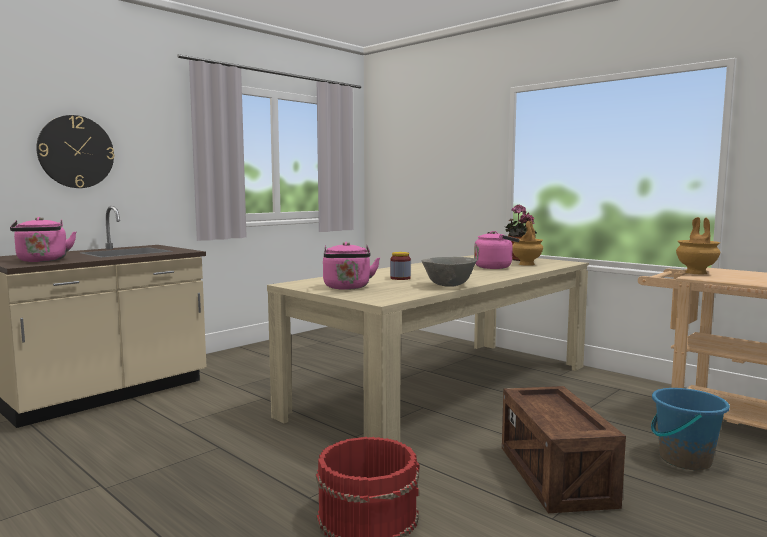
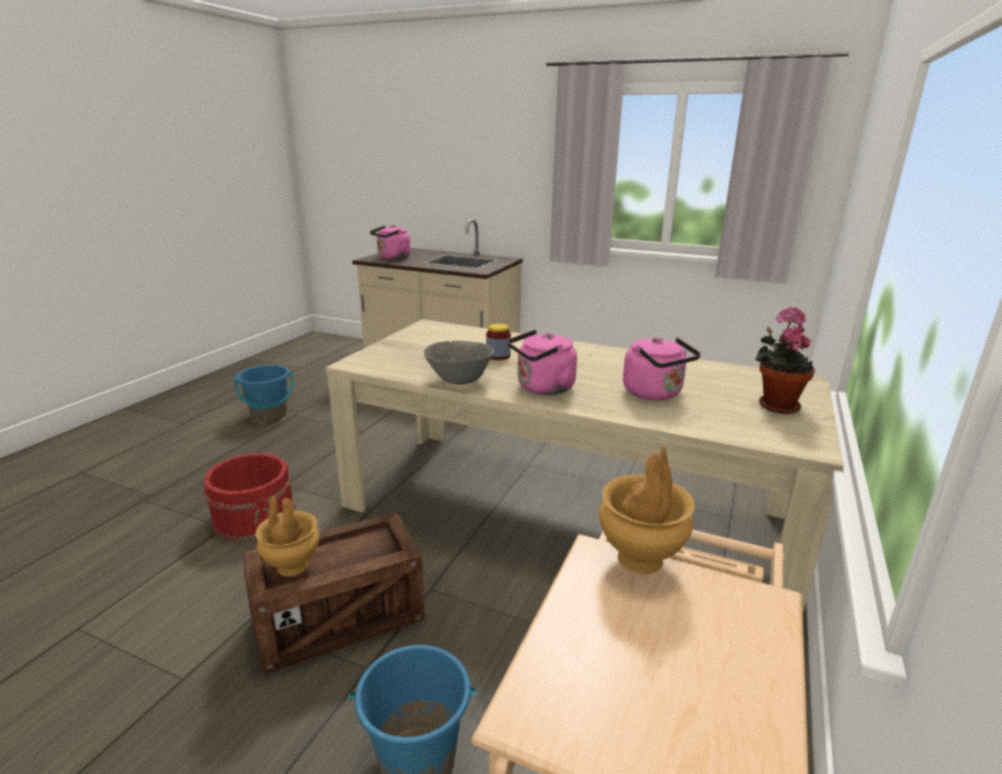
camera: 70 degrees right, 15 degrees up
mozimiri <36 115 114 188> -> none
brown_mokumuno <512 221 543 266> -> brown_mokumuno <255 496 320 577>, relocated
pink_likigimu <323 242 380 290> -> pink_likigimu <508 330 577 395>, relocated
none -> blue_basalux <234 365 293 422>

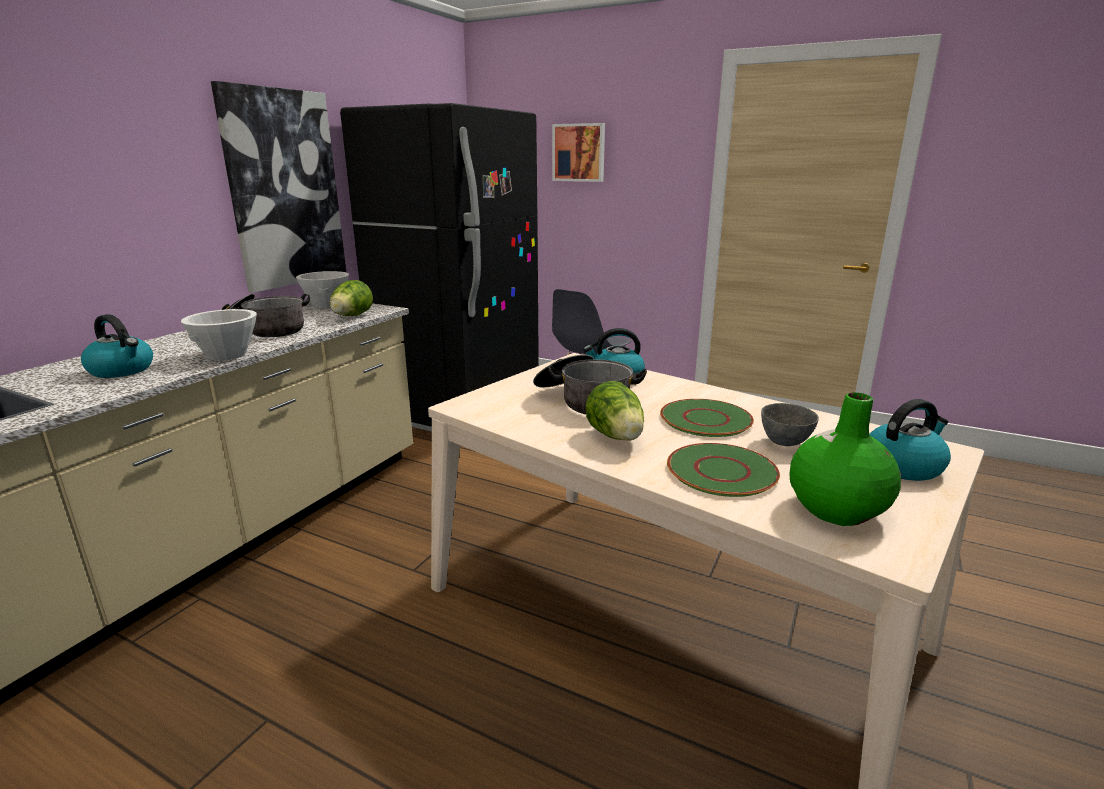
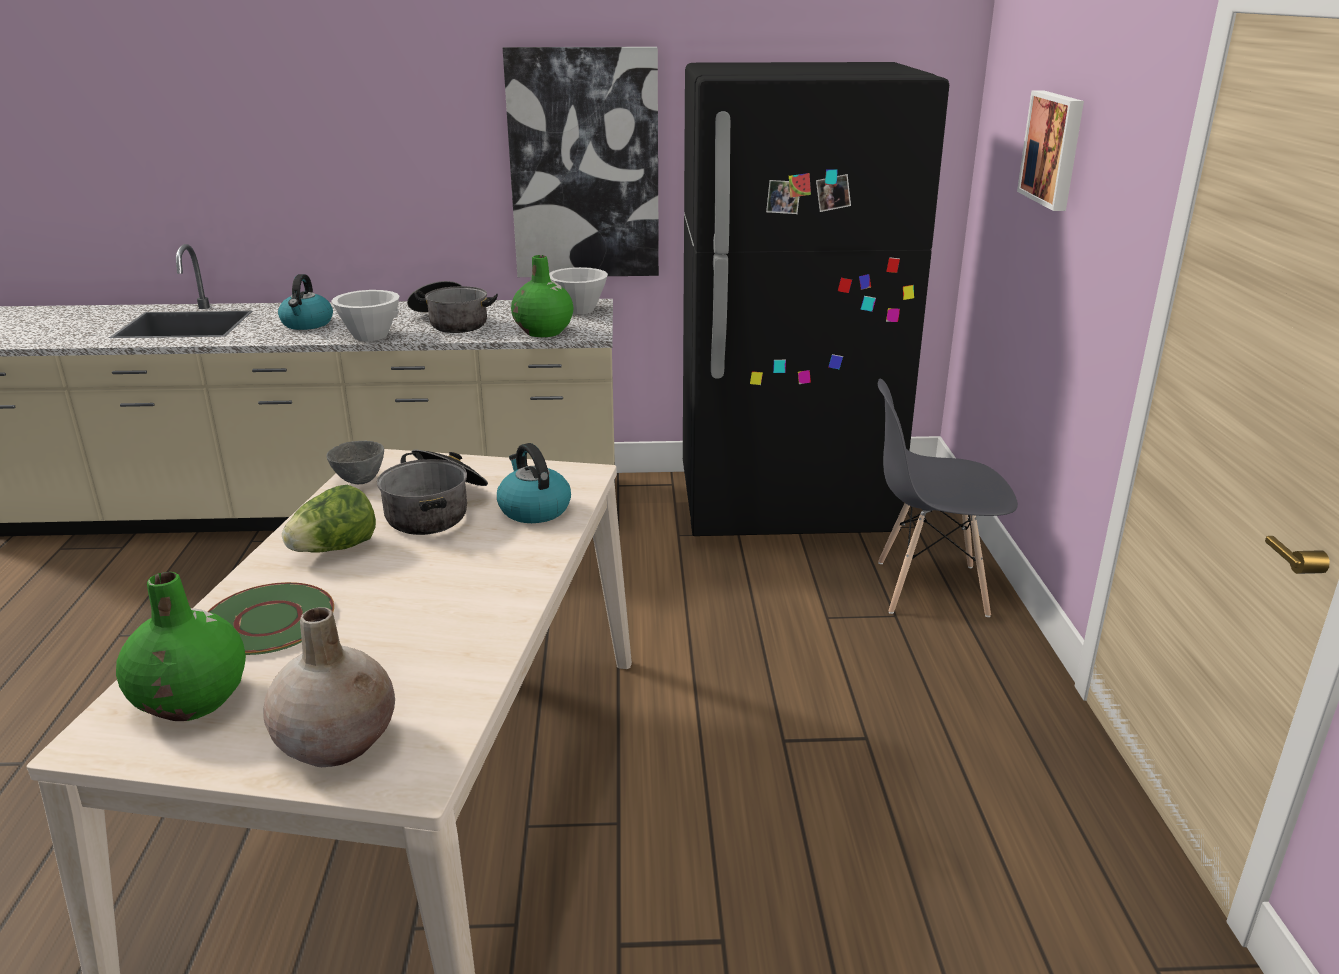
camera: 60 degrees right, 5 degrees up
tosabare <330 280 373 316> -> green_mokumuno <511 255 574 337>
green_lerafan <660 399 754 437> -> none
likigimu <869 399 951 481> -> beige_mokumuno <264 607 395 767>
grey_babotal <761 403 819 446> -> grey_babotal <327 441 384 484>, relocated

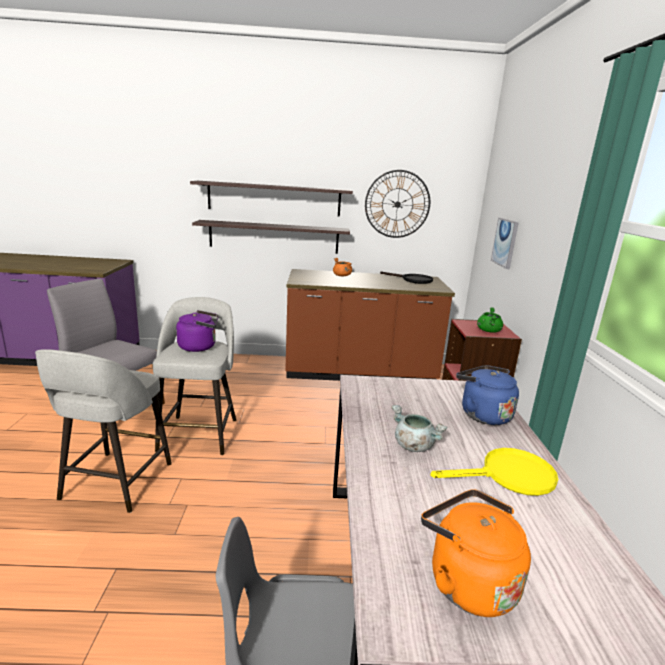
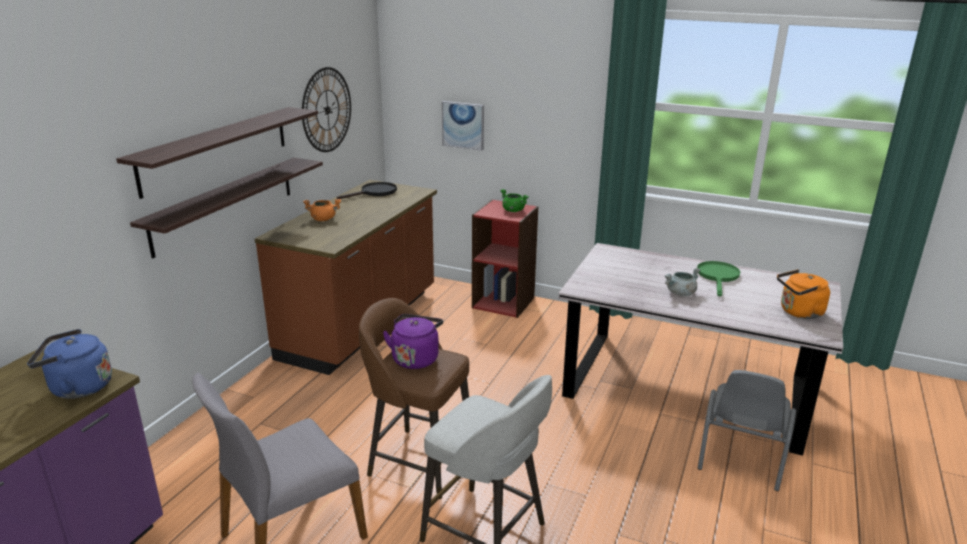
camera: 65 degrees left, 5 degrees up
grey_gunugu <153 297 236 455> -> brown_gunugu <359 298 469 499>
blue_likigimu <456 365 519 425> -> blue_likigimu <27 329 112 399>, relocated
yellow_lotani <430 448 558 496> -> green_lotani <697 261 740 296>

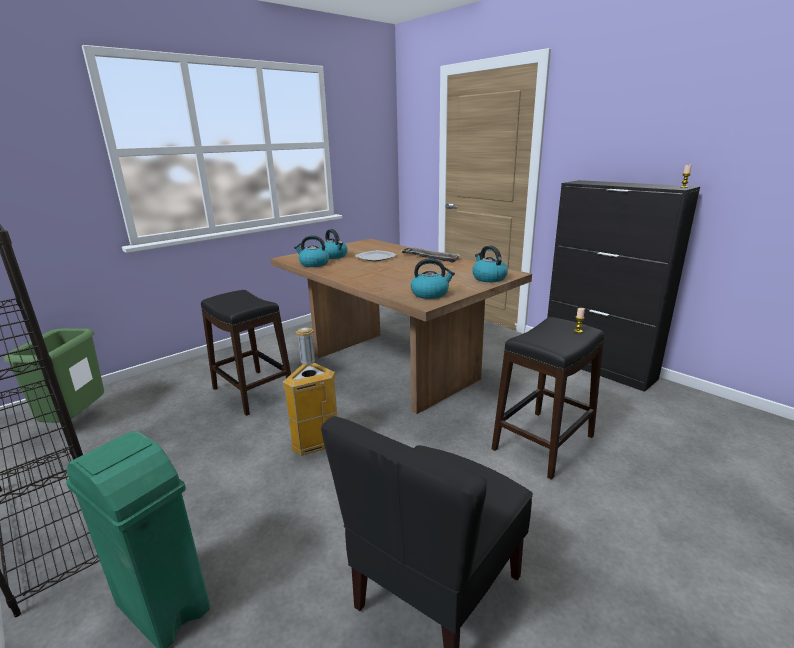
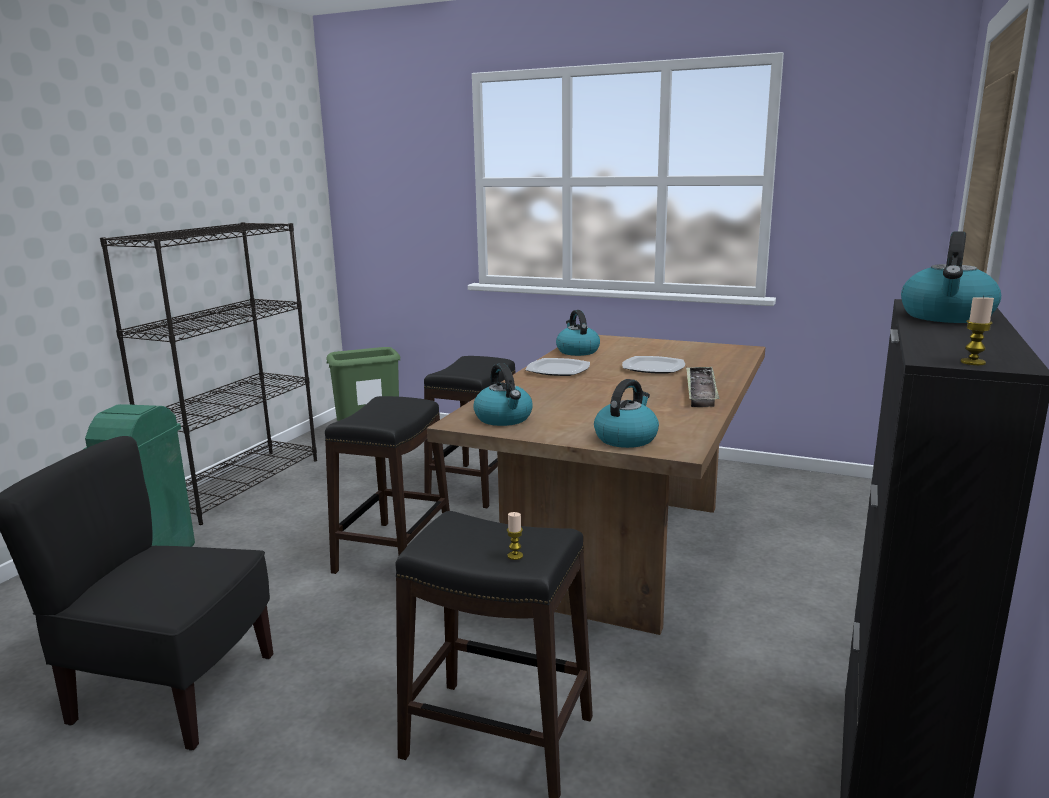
camera: 65 degrees right, 5 degrees down
likigimu <320 229 348 259> -> likigimu <901 231 1001 323>, relocated
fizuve <283 327 337 456> -> black_gunugu <325 396 450 574>
none -> lerafan <526 358 590 376>

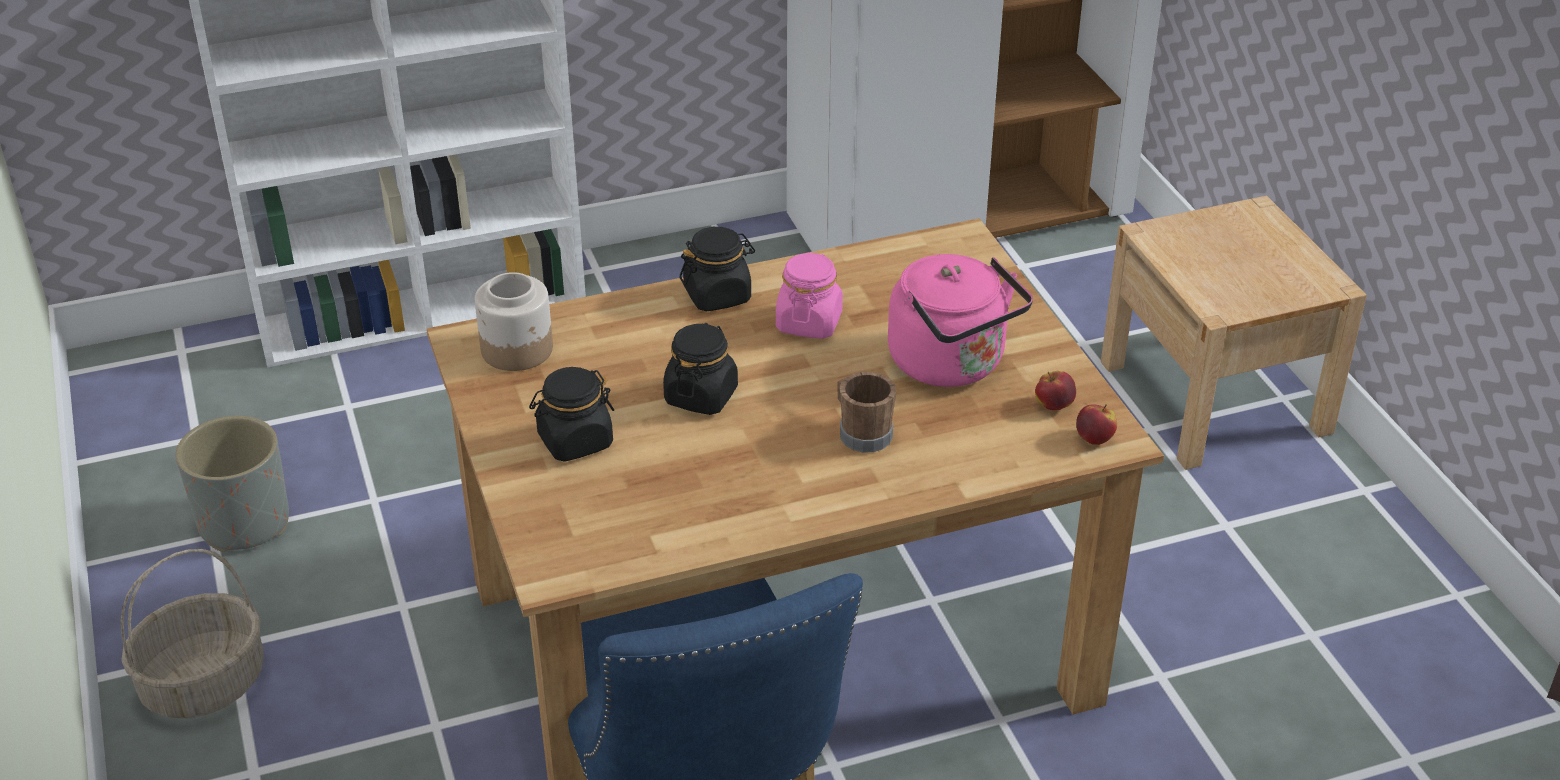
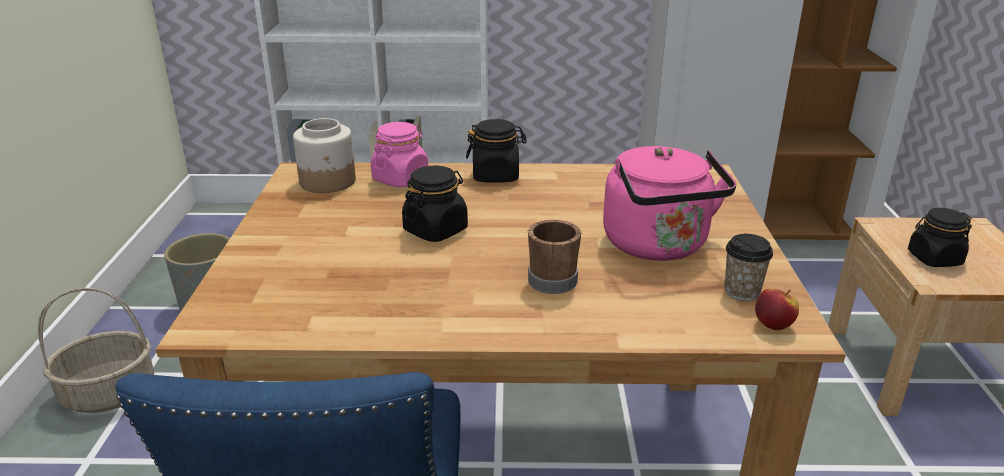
camera: 20 degrees right, 10 degrees down
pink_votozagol <776 252 843 339> -> pink_votozagol <371 122 428 187>, relocated
black_votozagol <529 367 614 462> -> black_votozagol <908 208 972 267>, relocated
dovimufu <1035 371 1076 410> -> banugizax <724 234 773 301>

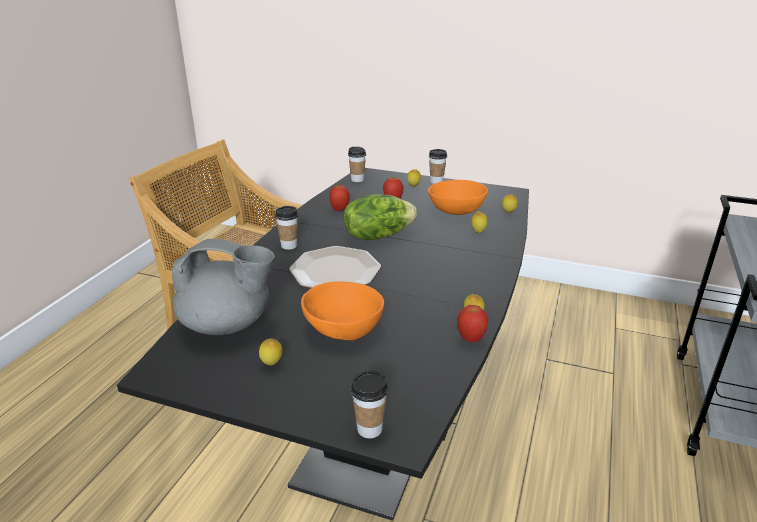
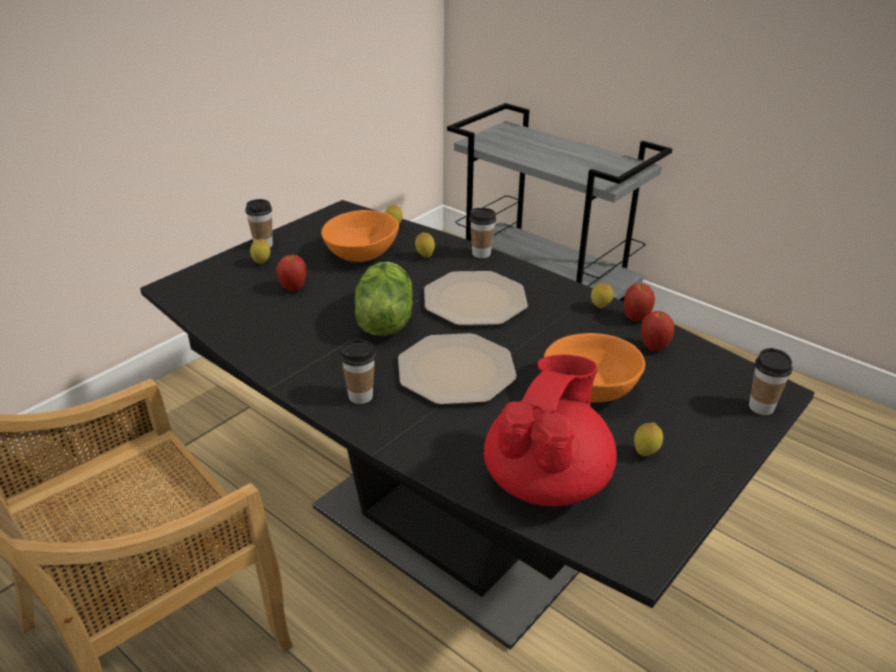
camera: 70 degrees left, 5 degrees up
banugizax <348 146 366 182> -> banugizax <469 208 496 258>, relocated
dovimufu <329 184 349 211> -> dovimufu <641 311 675 351>, relocated
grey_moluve <172 239 275 335> -> red_moluve <484 355 617 506>
none -> lerafan <424 271 528 326>

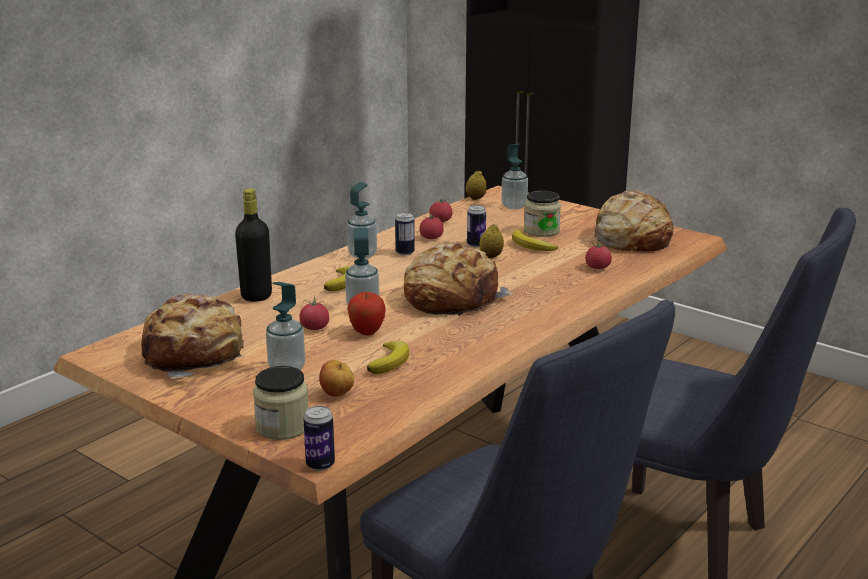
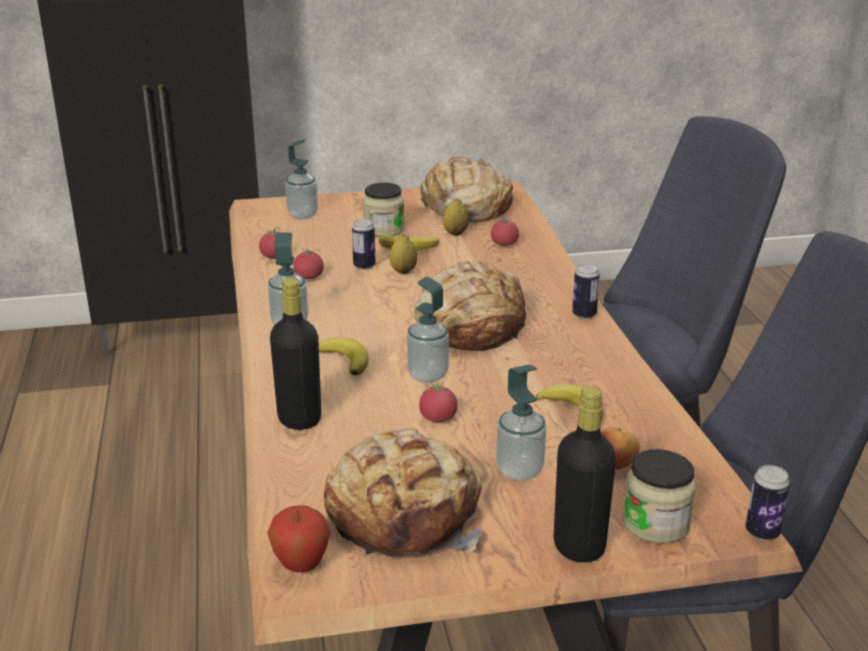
camera: 50 degrees left, 5 degrees up
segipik <466 170 487 200> -> segipik <443 198 469 236>, relocated
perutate <395 212 415 256> -> perutate <572 264 600 319>, relocated
dovimufu <347 292 386 335> -> dovimufu <268 505 331 573>, relocated
none -> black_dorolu <554 386 616 563>

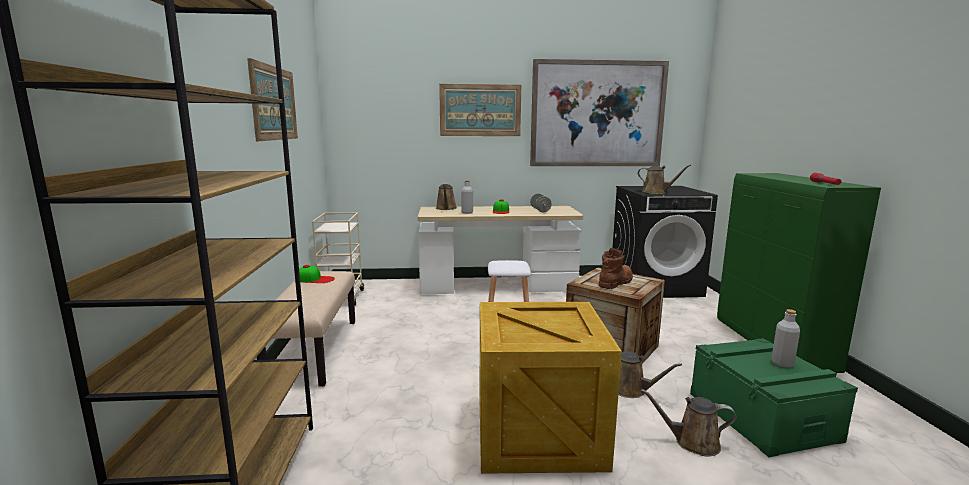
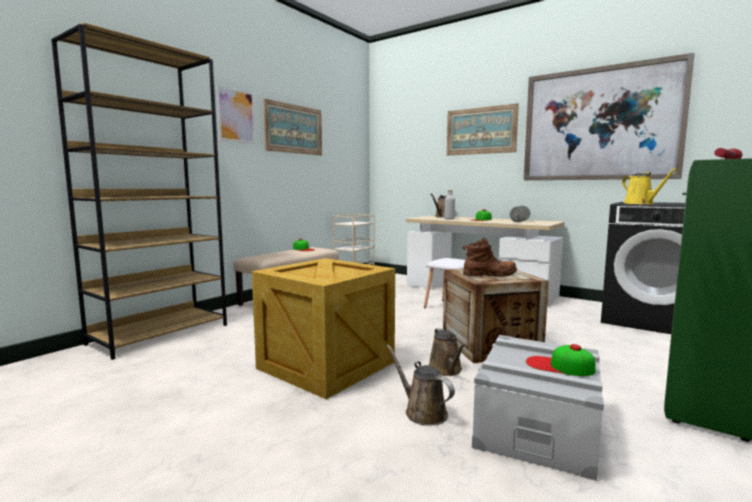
camera: 40 degrees right, 5 degrees down
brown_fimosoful <638 164 691 194> -> yellow_fimosoful <622 168 678 204>
grey_dorolu <772 309 800 368> -> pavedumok <526 344 596 376>
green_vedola <690 338 858 457> -> grey_vedola <472 335 604 481>
none -> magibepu <216 85 256 144>

